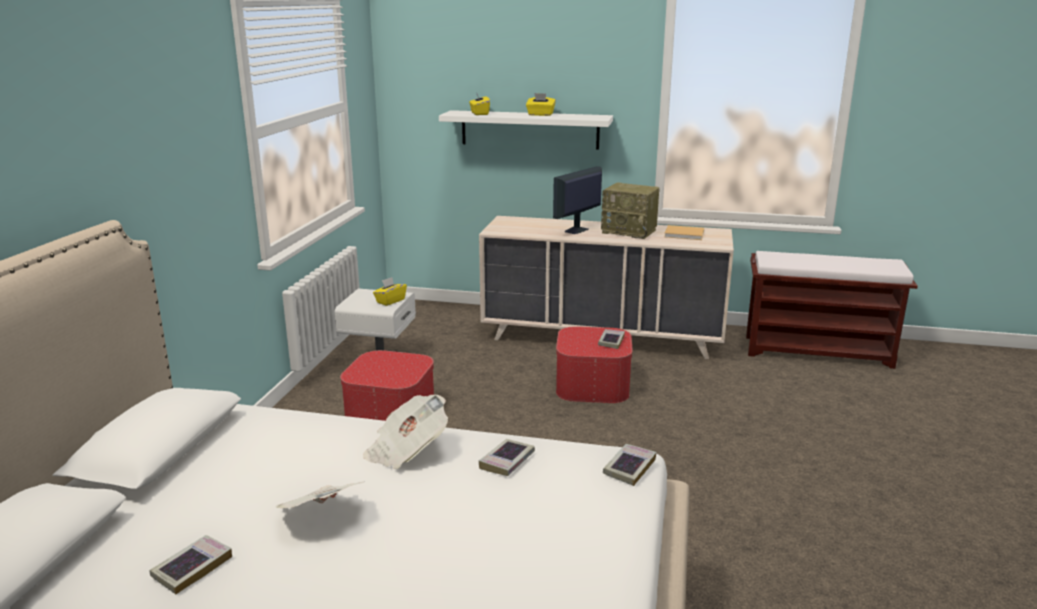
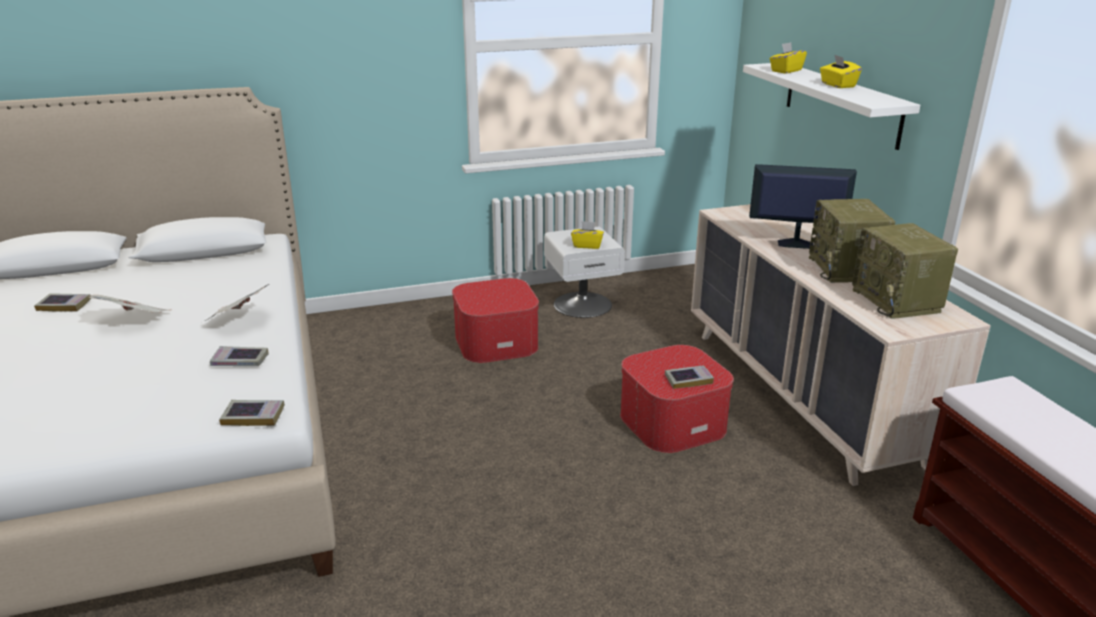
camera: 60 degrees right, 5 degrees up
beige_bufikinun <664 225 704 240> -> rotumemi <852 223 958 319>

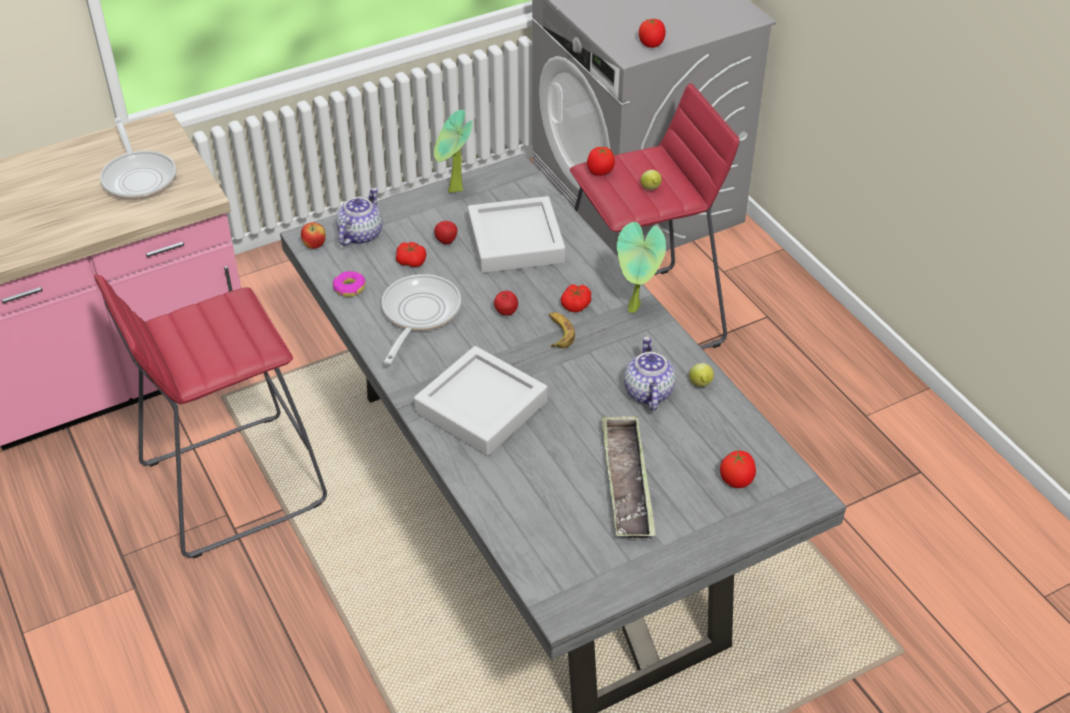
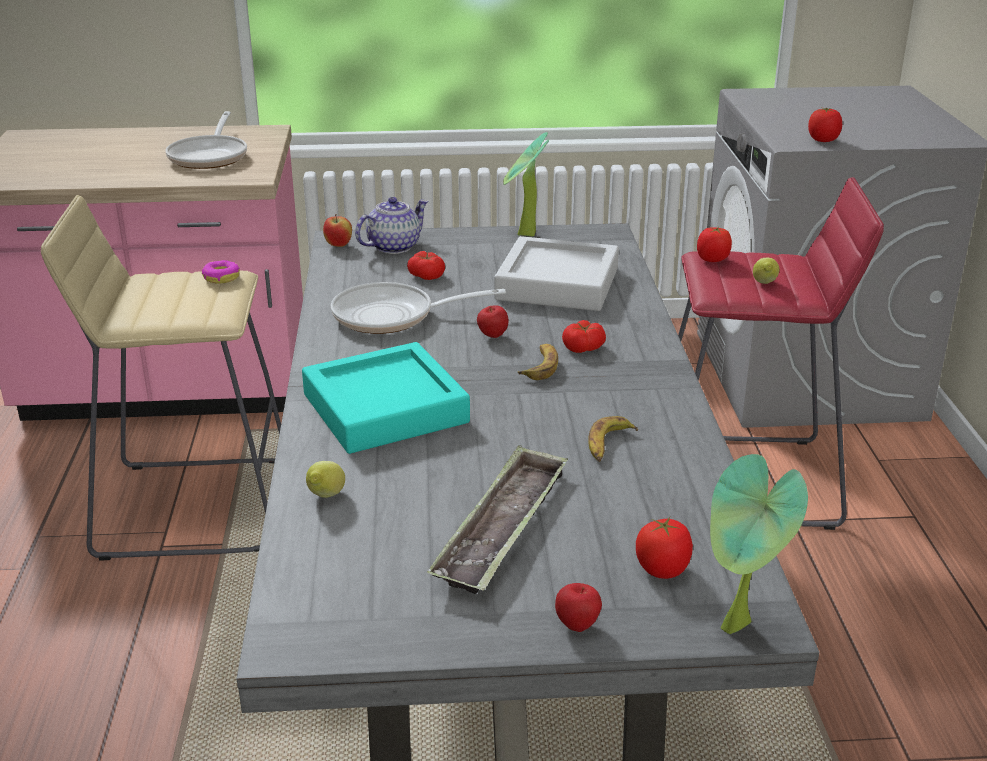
camera: 25 degrees right, 15 degrees down
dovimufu <434 221 457 244> -> dovimufu <555 583 602 632>, relocated
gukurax <617 222 666 313> -> gukurax <710 454 808 634>, relocated
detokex <333 271 366 297> -> detokex <202 260 240 284>, relocated
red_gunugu <94 274 327 559> -> beige_gunugu <41 195 281 561>
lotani <381 274 461 364> -> lotani <331 282 506 334>, 135 degrees counterclockwise
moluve <624 336 676 411> -> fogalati <588 416 638 462>
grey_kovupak <414 346 548 456> -> turquoise_kovupak <302 342 470 454>
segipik <689 363 714 387> -> segipik <306 461 345 498>, relocated

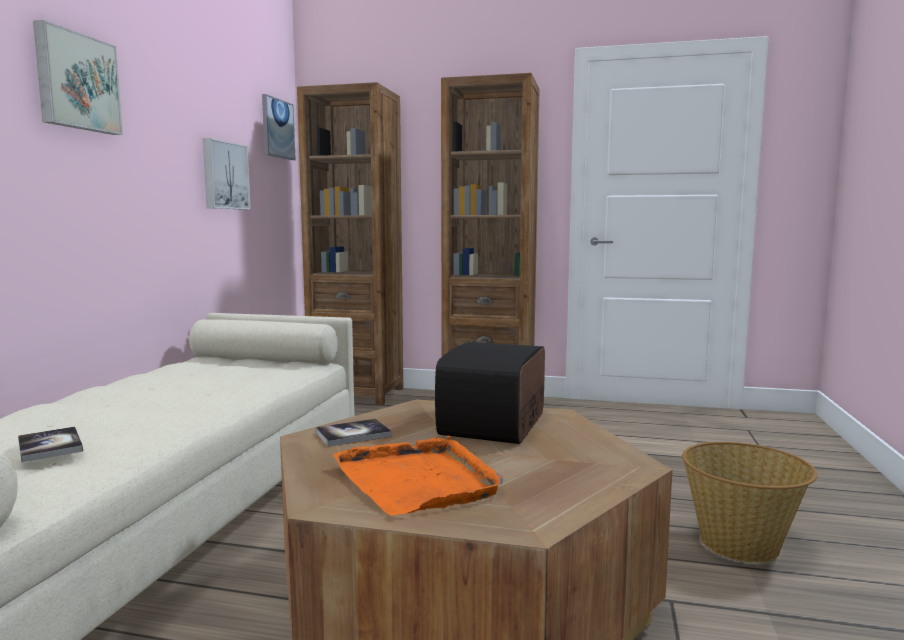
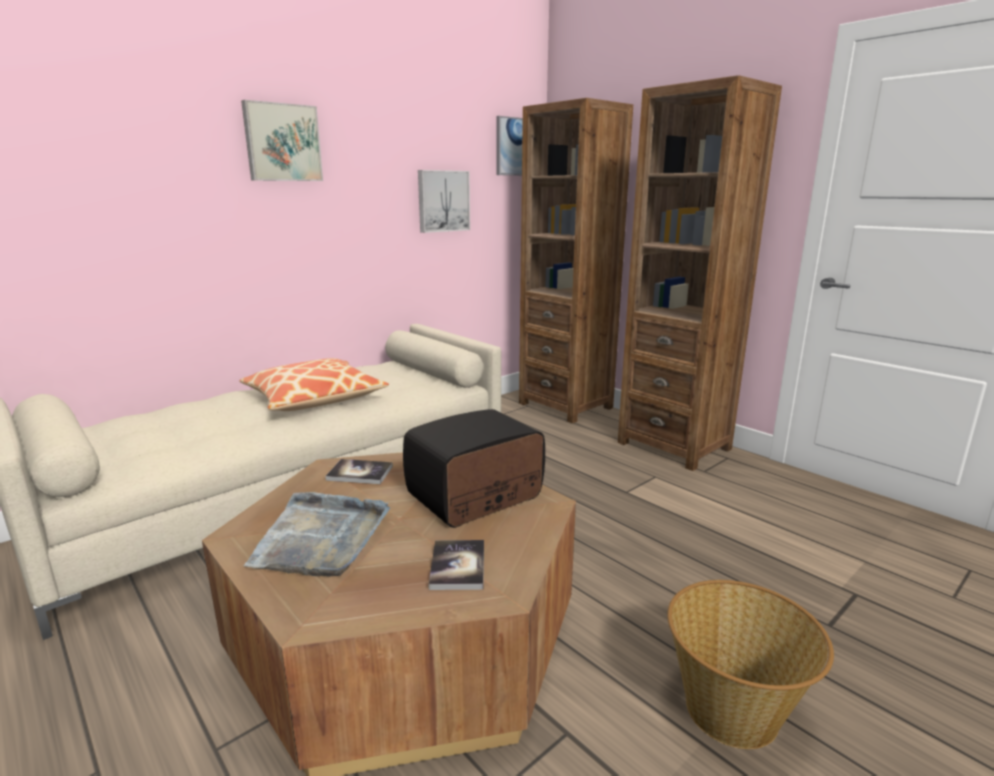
camera: 35 degrees right, 10 degrees up
bufikinun <18 427 83 462> -> bufikinun <428 540 484 590>, relocated
orange_kovupak <333 436 503 516> -> grey_kovupak <244 492 390 576>
none -> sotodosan <239 358 389 411>

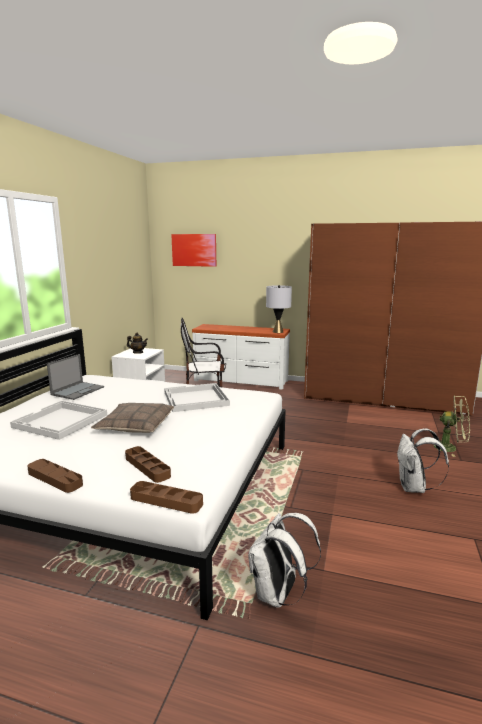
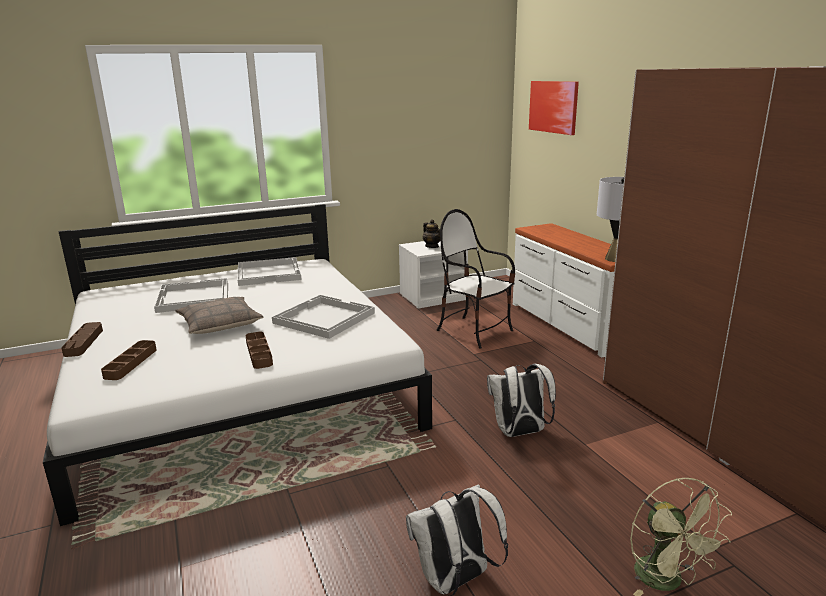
camera: 50 degrees right, 5 degrees up
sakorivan <47 354 104 400> -> white_kovupak <237 257 302 286>
brown_kovupak <130 481 203 514> -> brown_kovupak <245 332 273 369>, relocated
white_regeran <248 513 321 608> -> white_regeran <487 364 556 437>, relocated

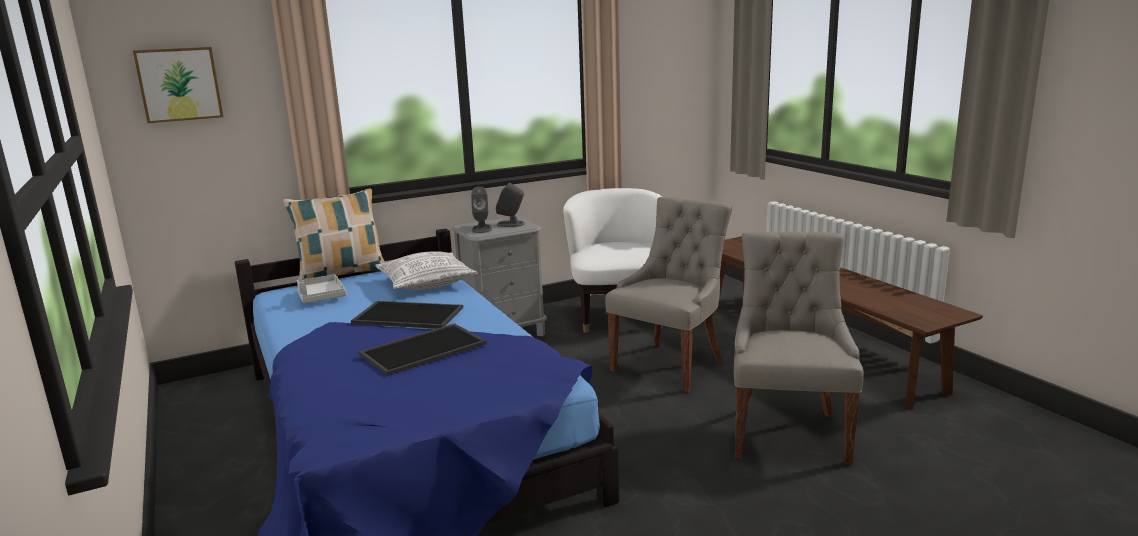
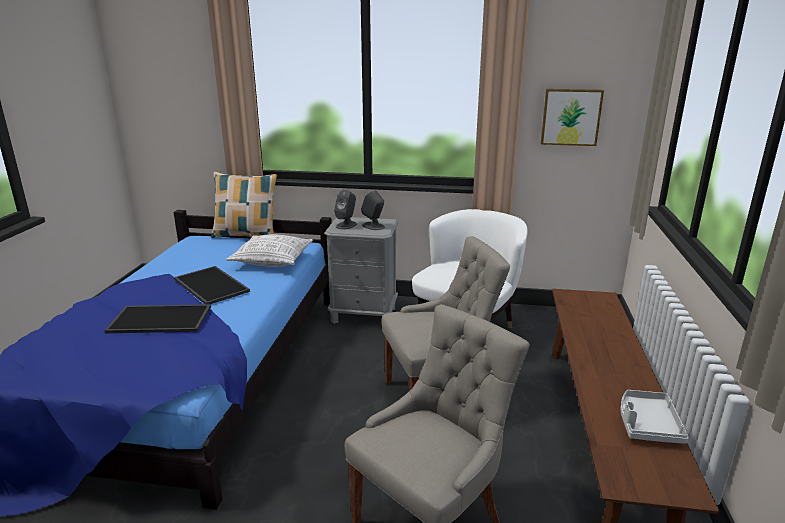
camera: 35 degrees right, 5 degrees up
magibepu <133 47 223 123> -> magibepu <541 89 604 146>, relocated
grey_kovupak <297 274 347 303> -> grey_kovupak <620 390 689 444>, relocated

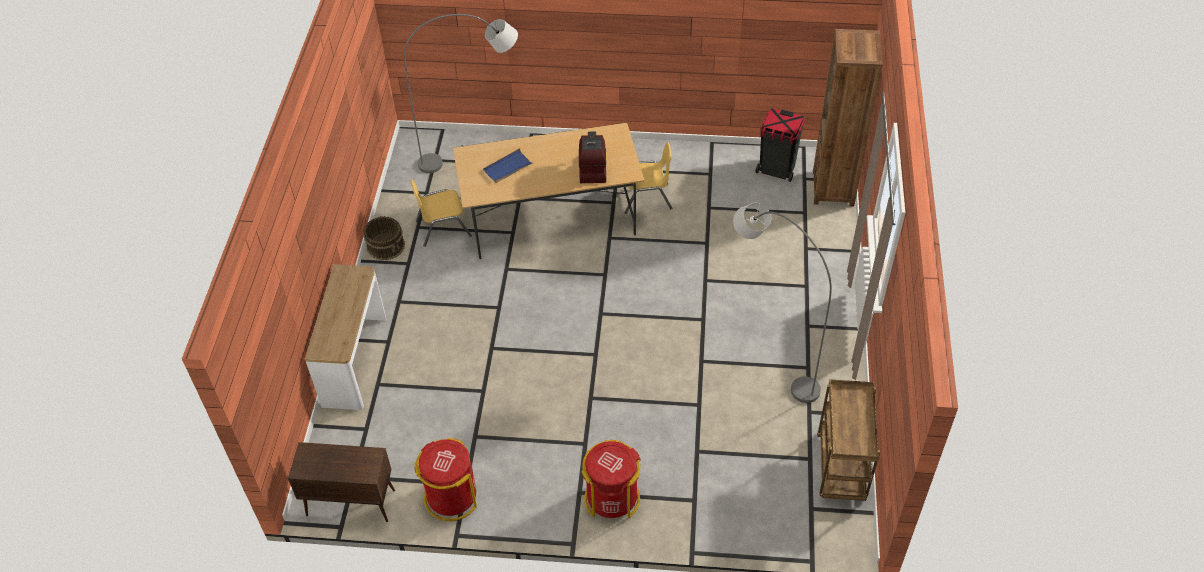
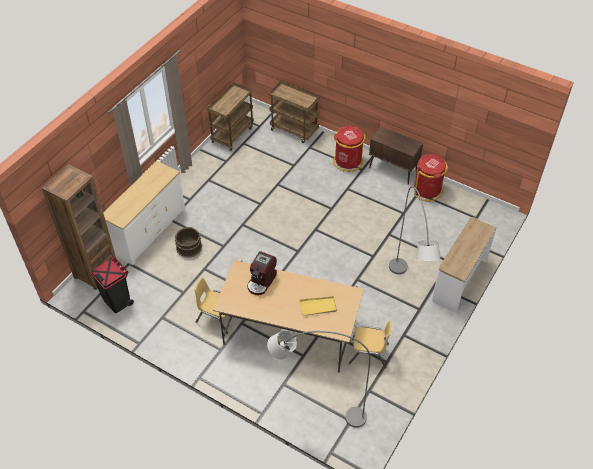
camera: 155 degrees left, 0 degrees up
blue_kovupak <483 148 534 183> -> yellow_kovupak <299 296 337 316>
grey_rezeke <733 203 832 403> -> grey_rezeke <389 186 441 274>, relocated
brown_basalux <364 216 405 260> -> brown_basalux <175 227 202 258>, relocated
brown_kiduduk <288 442 395 522> -> brown_kiduduk <369 126 423 185>, relocated
none -> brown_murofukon <269 81 320 143>
none -> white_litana <103 161 185 265>

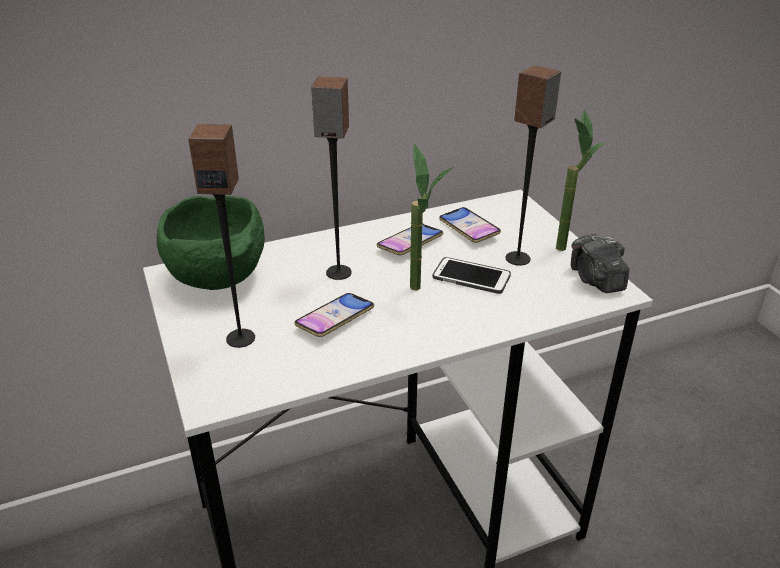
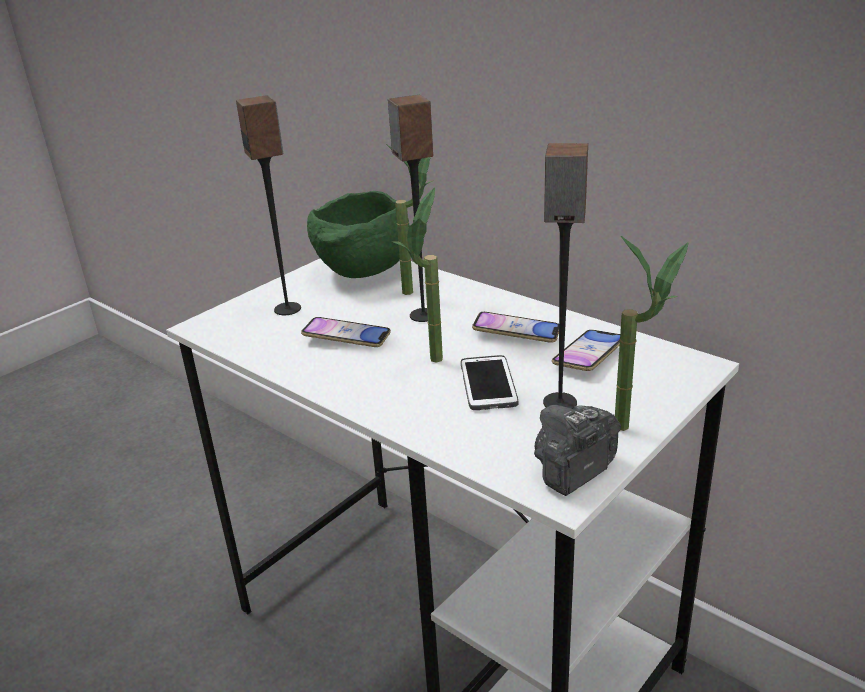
camera: 65 degrees right, 5 degrees down
none -> gukurax <386 144 434 295>

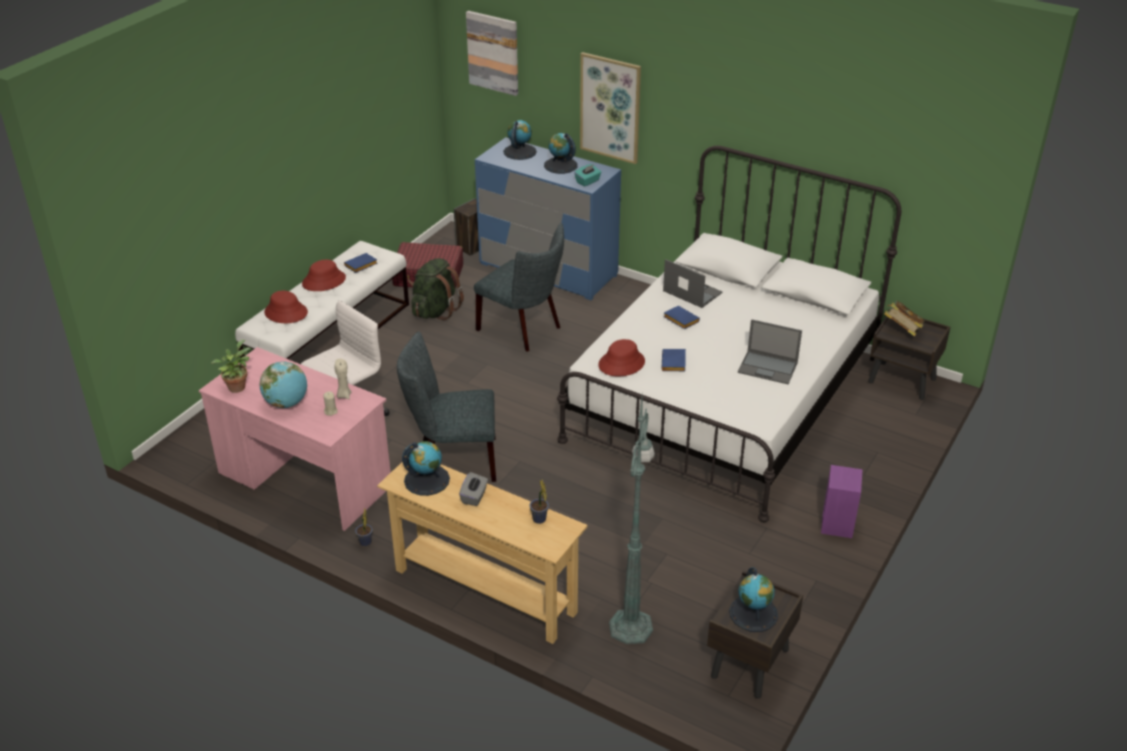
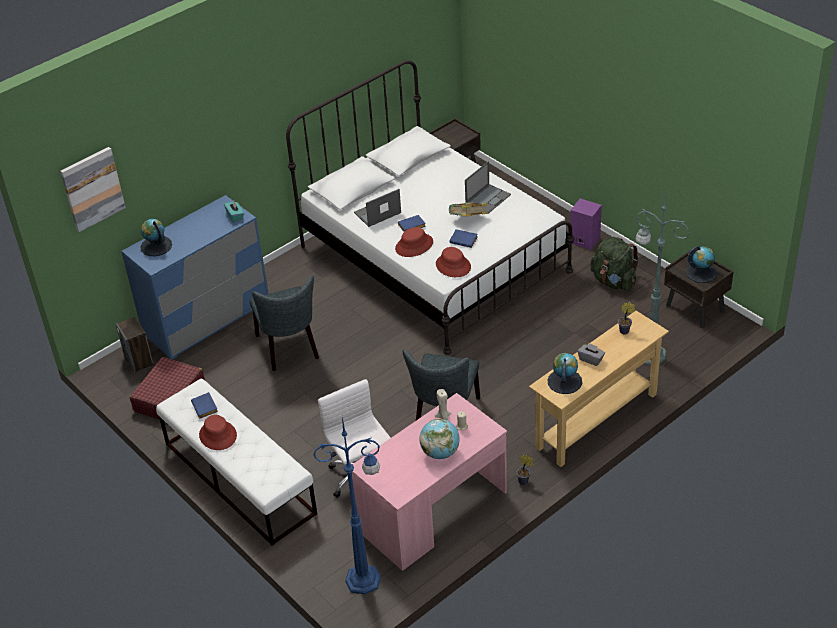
camera: 70 degrees left, 5 degrees up
magibepu <580 52 641 164> -> none
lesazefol <544 133 578 174> -> none
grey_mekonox <474 223 564 352> -> grey_mekonox <250 275 319 371>, 105 degrees clockwise
green_regeran <411 258 464 320> -> green_regeran <590 237 639 290>, relocated
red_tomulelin <264 291 308 323> -> red_tomulelin <395 227 433 257>, relocated
bufikinun <884 300 924 336> -> bufikinun <449 202 488 216>, relocated
gukurax <211 340 251 393> -> none
none -> blue_rezeke <313 417 381 594>

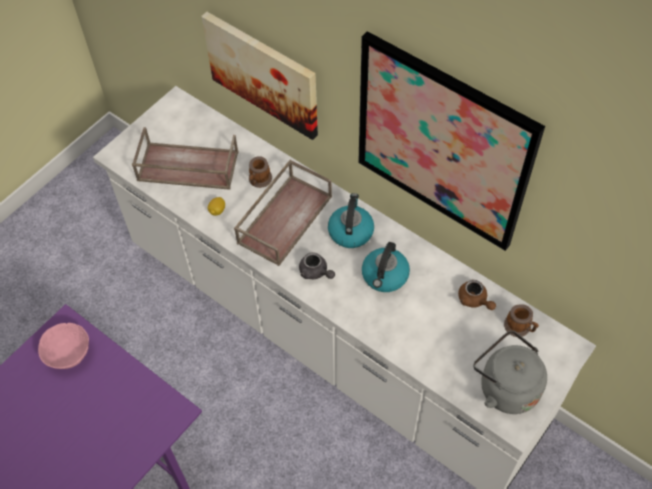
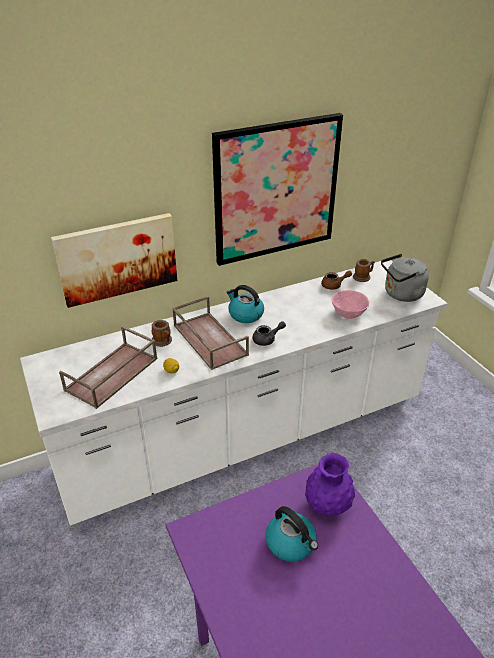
camera: 65 degrees left, 20 degrees down
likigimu <362 242 410 292> -> likigimu <266 506 318 562>, relocated
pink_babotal <38 323 89 369> -> pink_babotal <332 290 369 319>, relocated
none -> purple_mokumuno <305 453 355 516>

